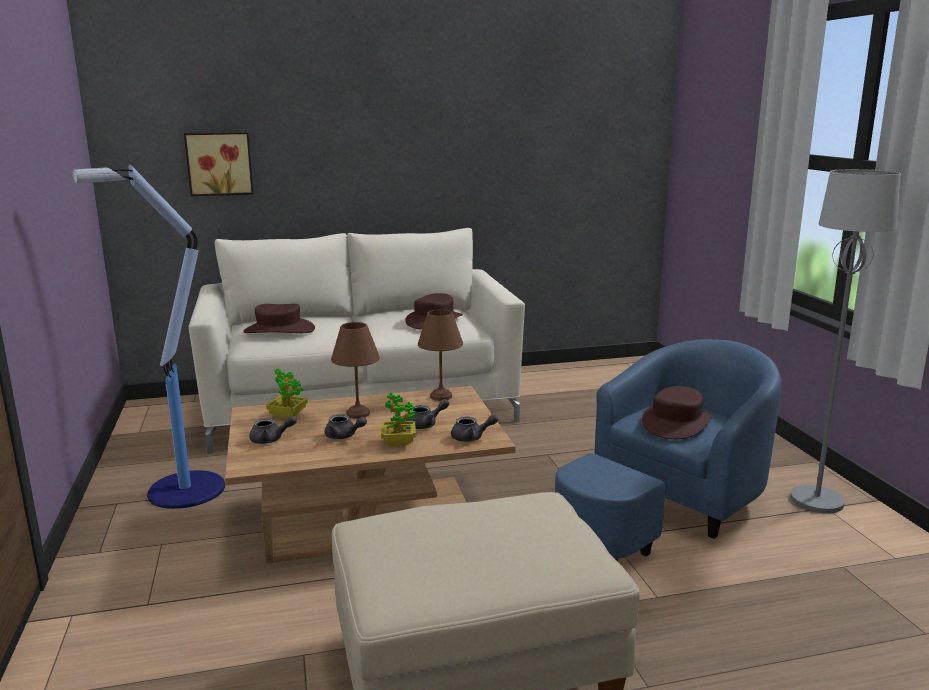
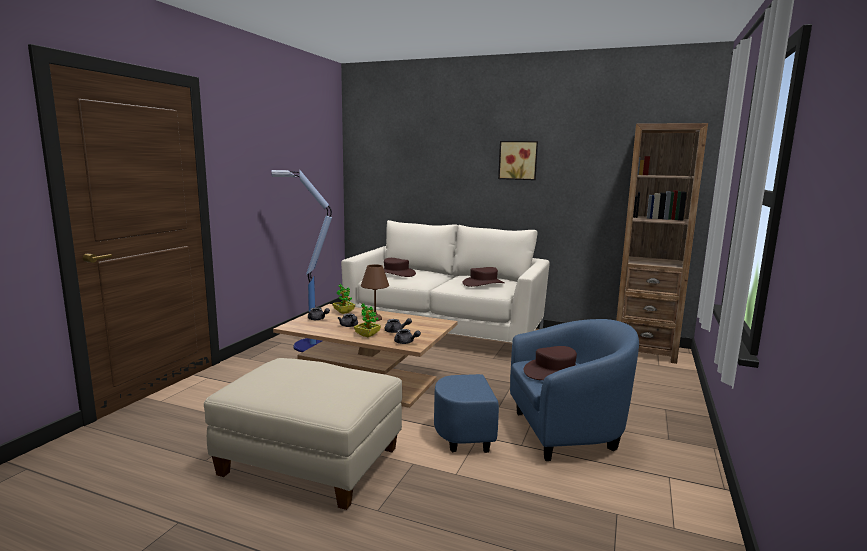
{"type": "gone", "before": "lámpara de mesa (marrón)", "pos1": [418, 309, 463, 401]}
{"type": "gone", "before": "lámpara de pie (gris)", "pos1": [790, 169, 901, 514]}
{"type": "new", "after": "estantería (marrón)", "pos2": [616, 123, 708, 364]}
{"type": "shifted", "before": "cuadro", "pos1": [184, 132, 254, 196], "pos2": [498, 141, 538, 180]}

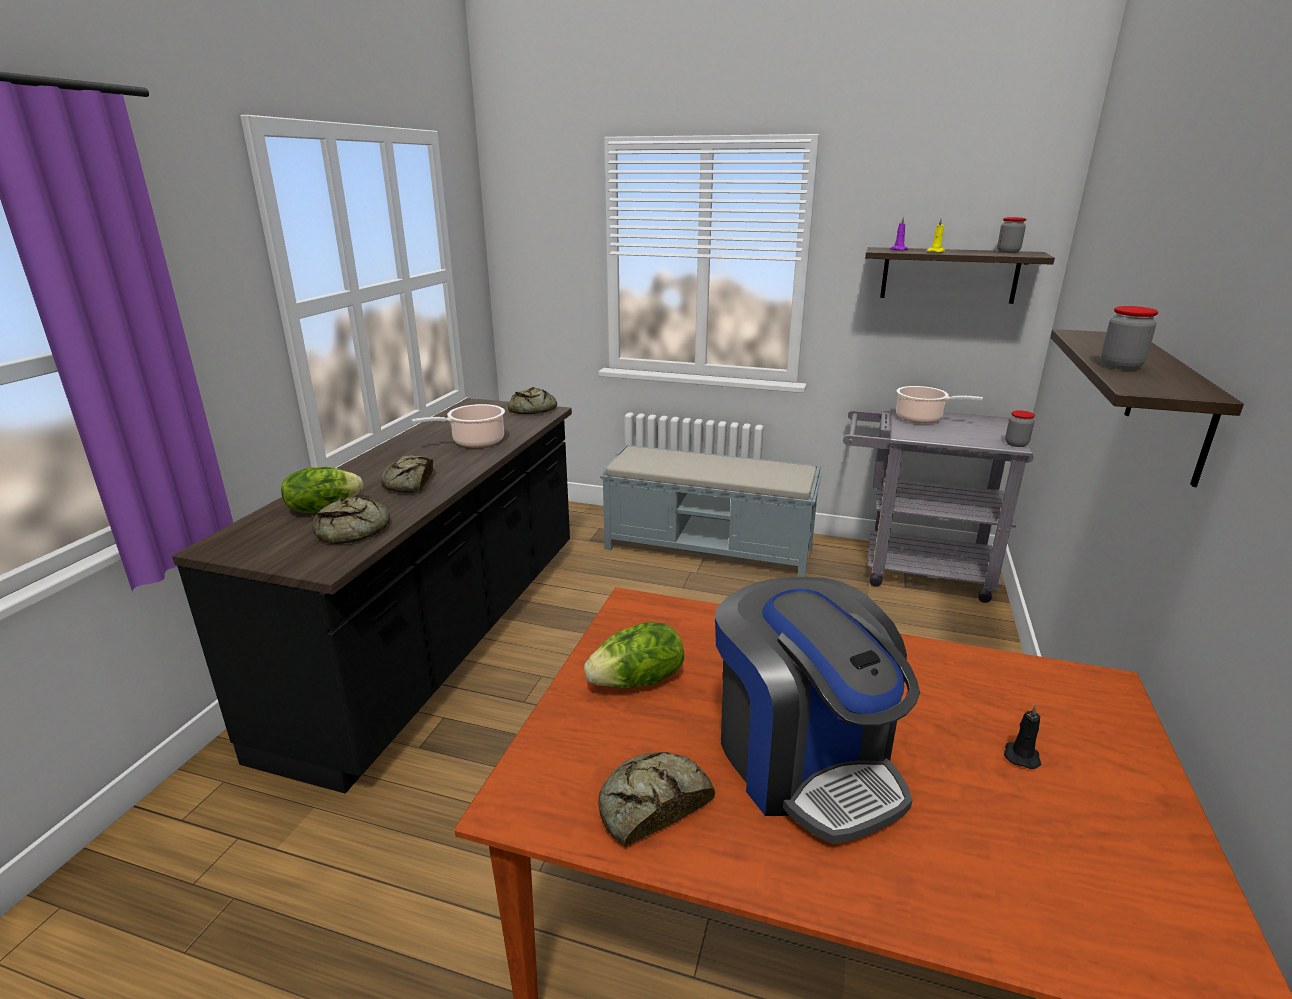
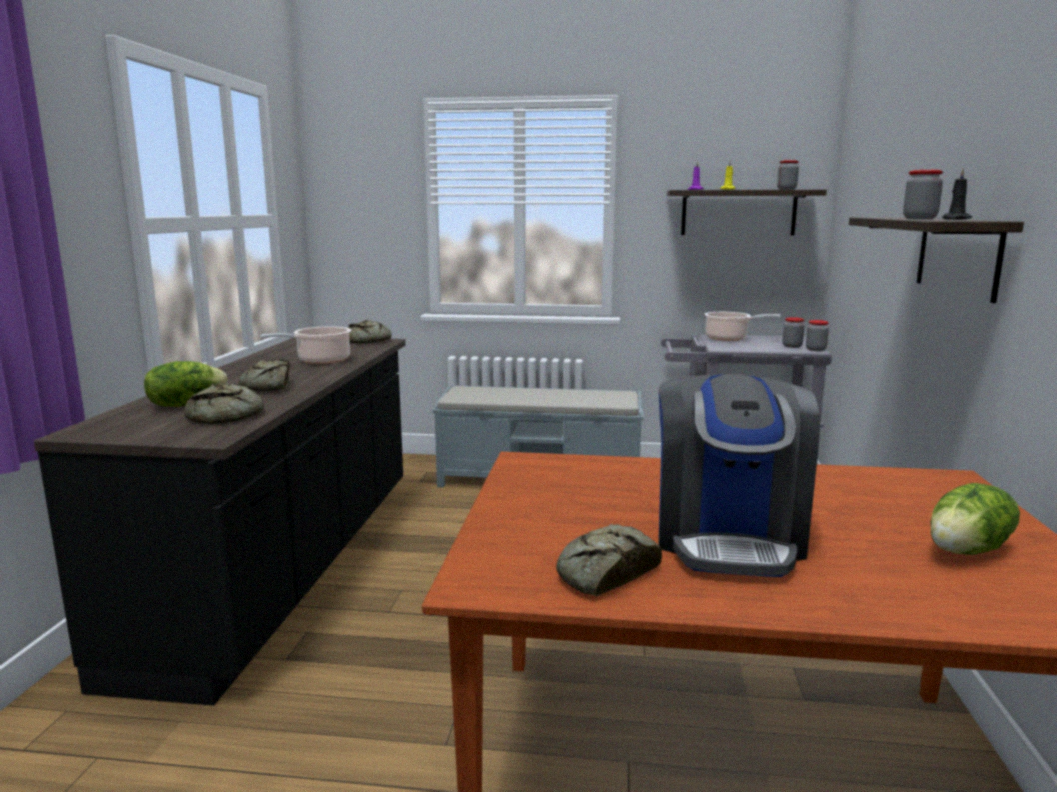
{"type": "new", "after": "tarro", "pos2": [783, 317, 805, 348]}
{"type": "shifted", "before": "lechuga", "pos1": [584, 622, 684, 689], "pos2": [930, 483, 1020, 555]}
{"type": "shifted", "before": "vela (negro)", "pos1": [1004, 704, 1041, 769], "pos2": [942, 169, 972, 220]}
{"type": "rotated", "before": "cafetera", "pos1": [715, 577, 920, 844], "pos2": [659, 374, 820, 577], "turn": 45}

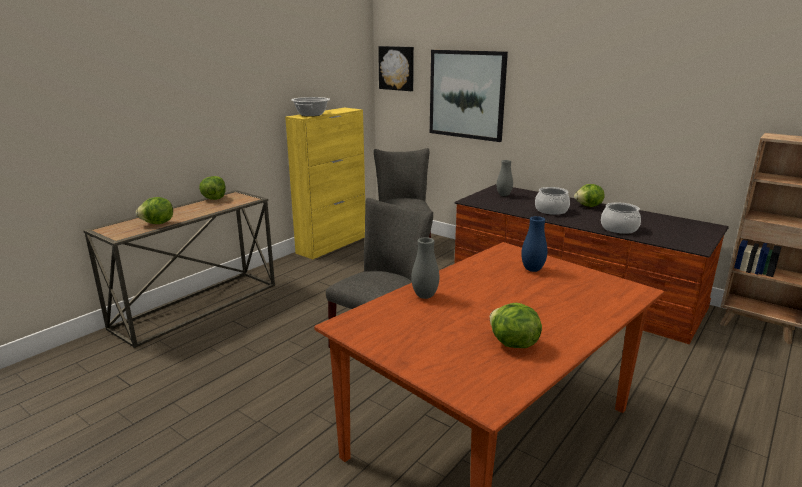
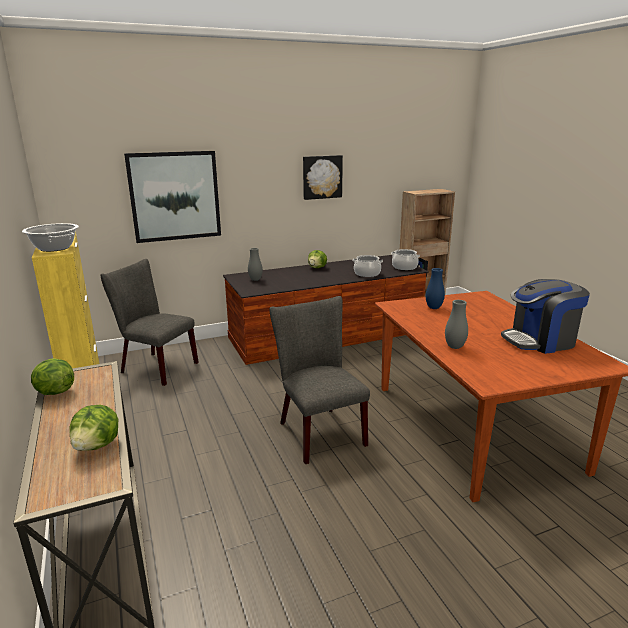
{"type": "shifted", "before": "cuadro", "pos1": [378, 46, 414, 91], "pos2": [303, 155, 343, 200]}
{"type": "shifted", "before": "olla", "pos1": [535, 187, 570, 215], "pos2": [391, 249, 420, 270]}
{"type": "swapped", "before": "lechuga", "after": "cafetera", "pos1": [490, 303, 542, 348], "pos2": [501, 279, 590, 354]}

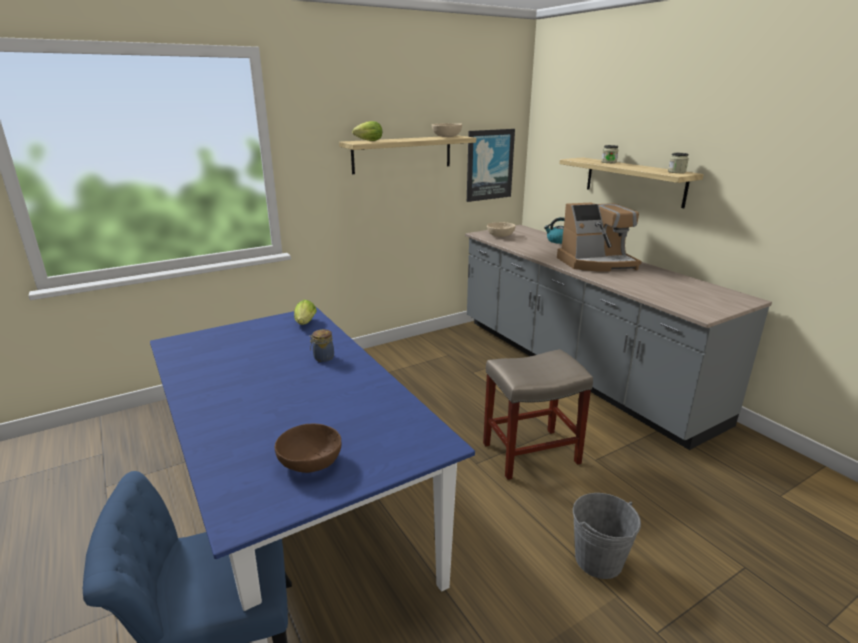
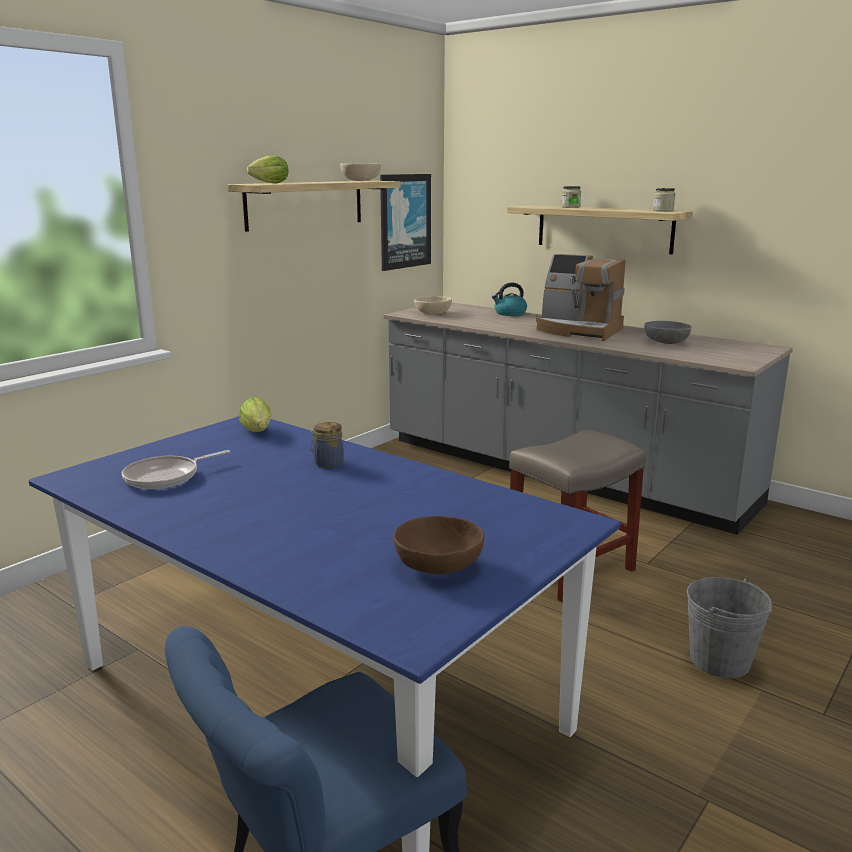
{"type": "new", "after": "sartén", "pos2": [122, 450, 230, 489]}
{"type": "new", "after": "cuenco (gris)", "pos2": [644, 321, 691, 344]}
{"type": "rotated", "before": "cafetera", "pos1": [557, 203, 642, 272], "pos2": [536, 254, 626, 341], "turn": 60}

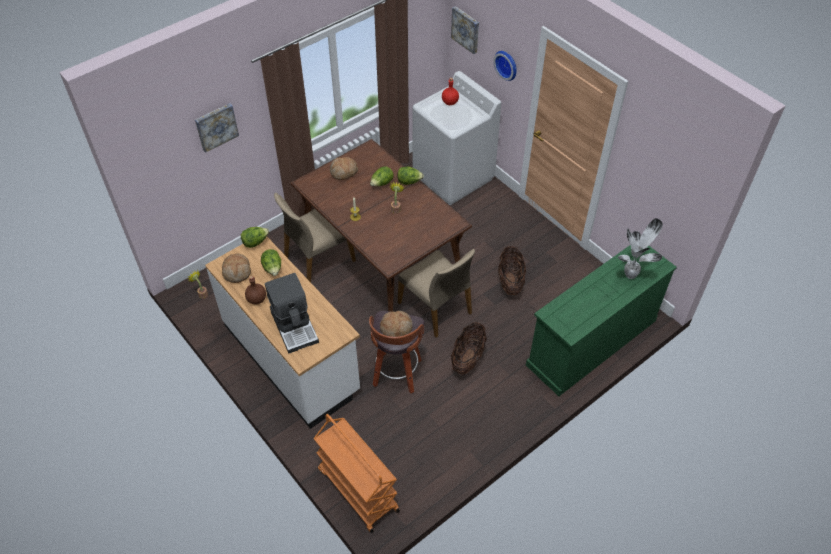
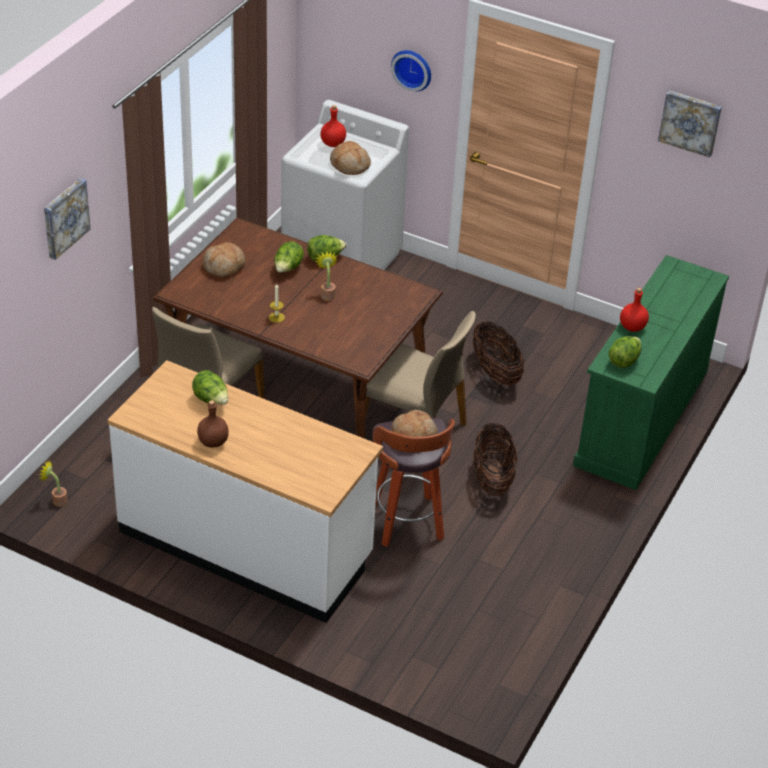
{"type": "gone", "before": "cafetera", "pos1": [265, 273, 319, 353]}
{"type": "gone", "before": "carrito (naranja)", "pos1": [314, 414, 400, 533]}
{"type": "gone", "before": "planta en maceta", "pos1": [618, 218, 663, 279]}
{"type": "new", "after": "botella (rojo)", "pos2": [620, 288, 649, 332]}
{"type": "shifted", "before": "pan", "pos1": [222, 253, 251, 283], "pos2": [330, 141, 371, 175]}
{"type": "shifted", "before": "lechuga", "pos1": [241, 227, 269, 248], "pos2": [609, 336, 641, 368]}
{"type": "shifted", "before": "cuadro", "pos1": [451, 6, 479, 54], "pos2": [658, 90, 722, 157]}

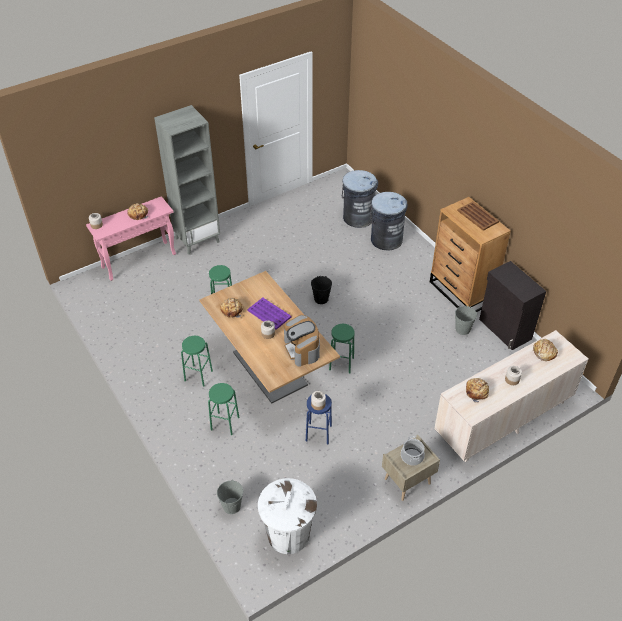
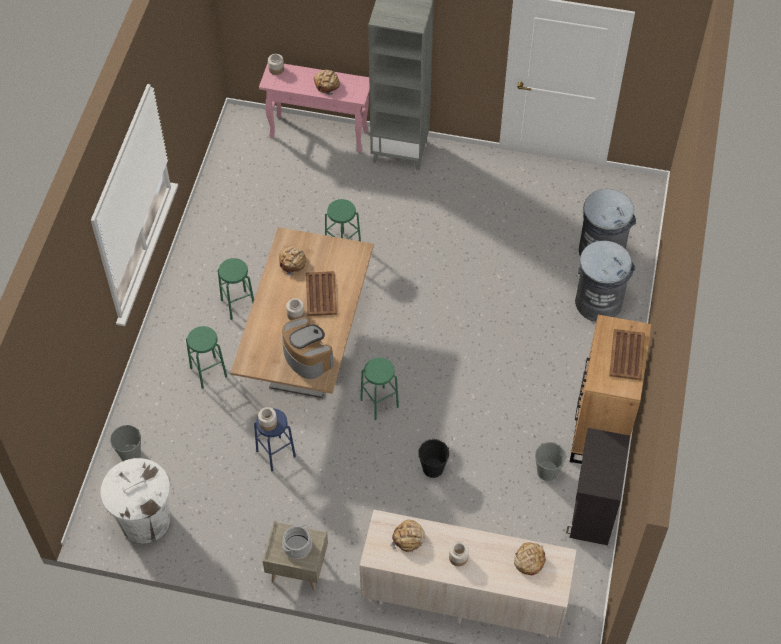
{"type": "shifted", "before": "cubo (negro)", "pos1": [311, 276, 332, 304], "pos2": [418, 439, 449, 478]}
{"type": "repainted", "before": "bandeja (morado)", "after": "bandeja (marrón)", "pos1": [247, 297, 291, 330], "pos2": [306, 271, 337, 316]}
{"type": "rotated", "before": "cafetera", "pos1": [284, 315, 320, 367], "pos2": [282, 317, 334, 379], "turn": 120}

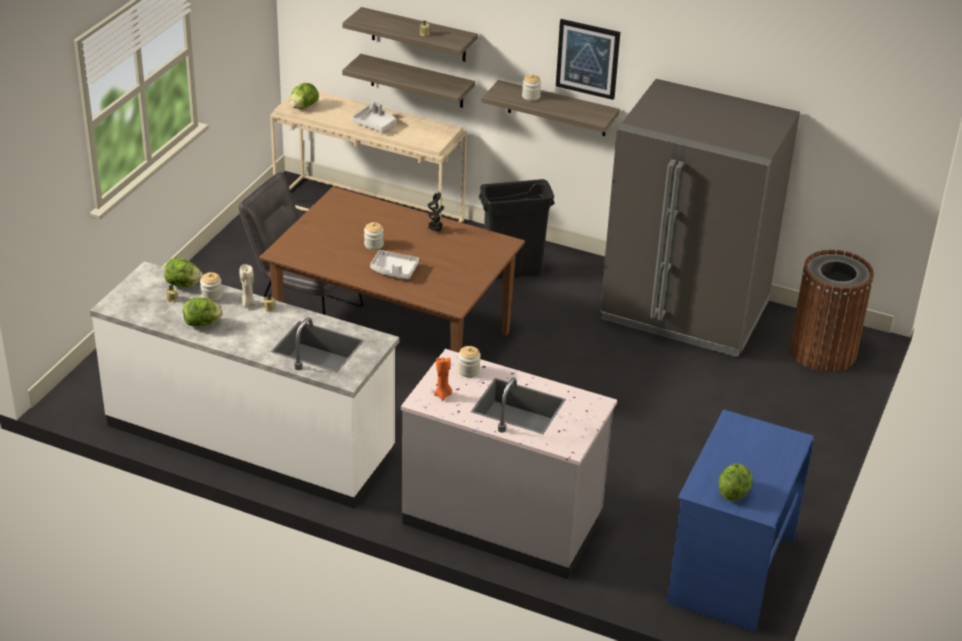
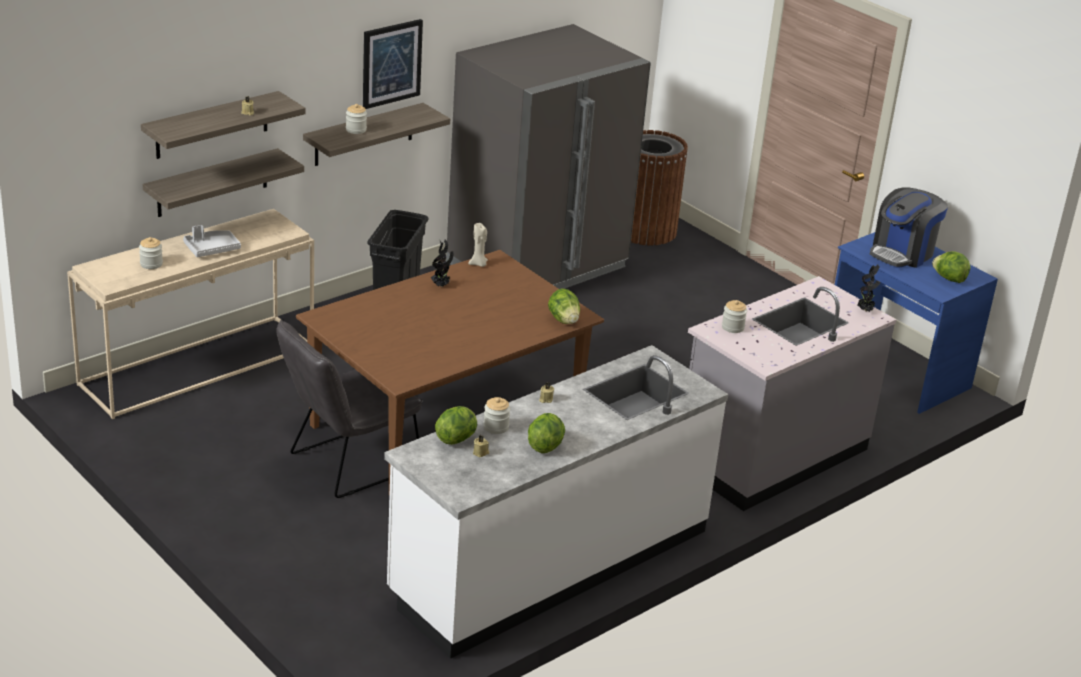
{"type": "gone", "before": "bandeja (gris)", "pos1": [370, 250, 419, 279]}
{"type": "gone", "before": "vela (naranja)", "pos1": [434, 357, 452, 401]}
{"type": "new", "after": "planta en maceta", "pos2": [858, 265, 880, 312]}
{"type": "new", "after": "cafetera", "pos2": [870, 187, 948, 268]}
{"type": "shifted", "before": "vela (beis)", "pos1": [240, 264, 257, 308], "pos2": [469, 223, 488, 267]}
{"type": "shifted", "before": "lechuga", "pos1": [290, 83, 319, 109], "pos2": [548, 288, 580, 324]}
{"type": "shifted", "before": "tarro", "pos1": [364, 222, 384, 250], "pos2": [139, 237, 163, 269]}

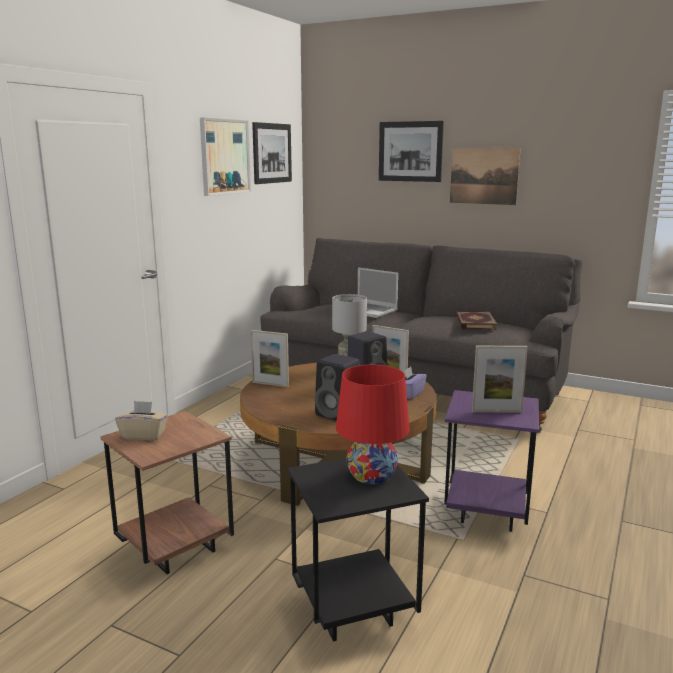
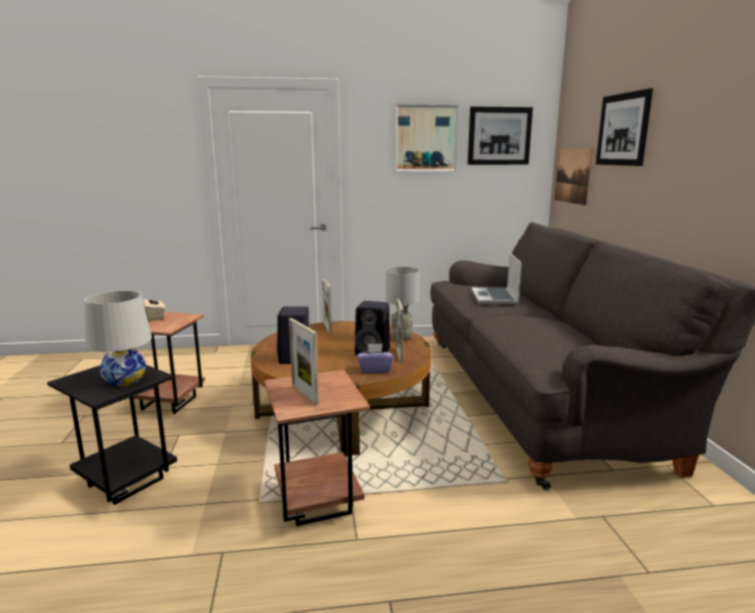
{"type": "gone", "before": "libro", "pos1": [456, 311, 497, 330]}
{"type": "shifted", "before": "cuadro", "pos1": [450, 148, 521, 205], "pos2": [555, 149, 593, 206]}
{"type": "repainted", "before": "lámpara de mesa (rojo)", "after": "lámpara de mesa (blanco)", "pos1": [336, 365, 410, 484], "pos2": [84, 291, 152, 387]}
{"type": "repainted", "before": "mesa auxiliar (morado)", "after": "mesa auxiliar (marrón)", "pos1": [444, 390, 539, 532], "pos2": [264, 370, 370, 526]}

